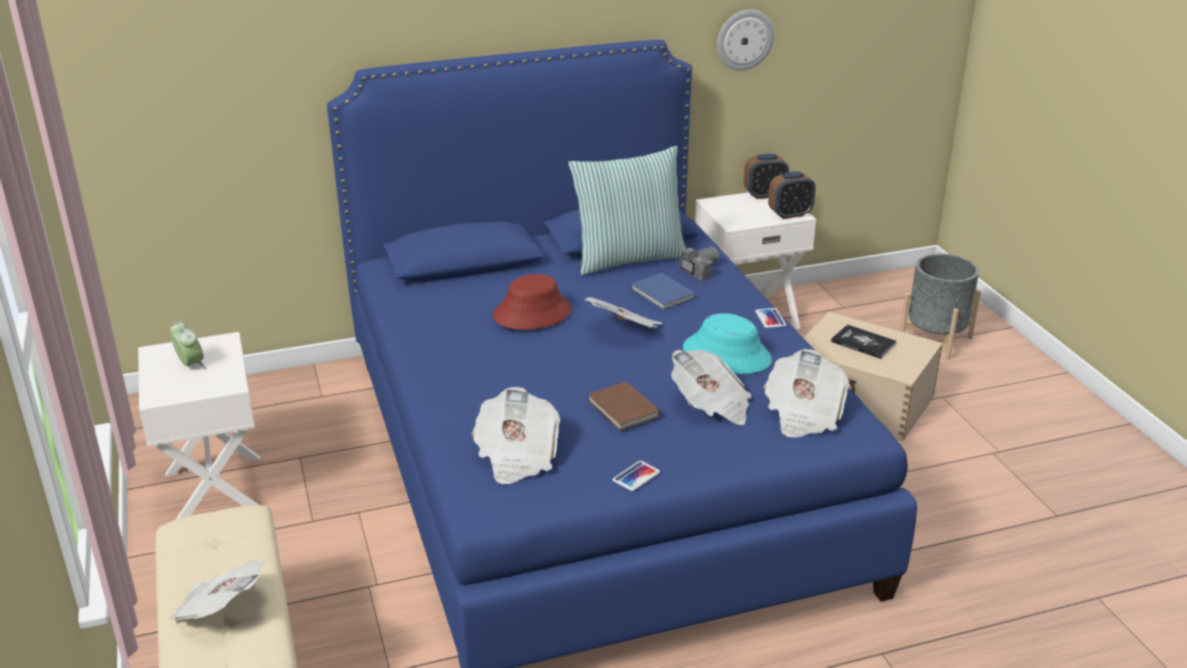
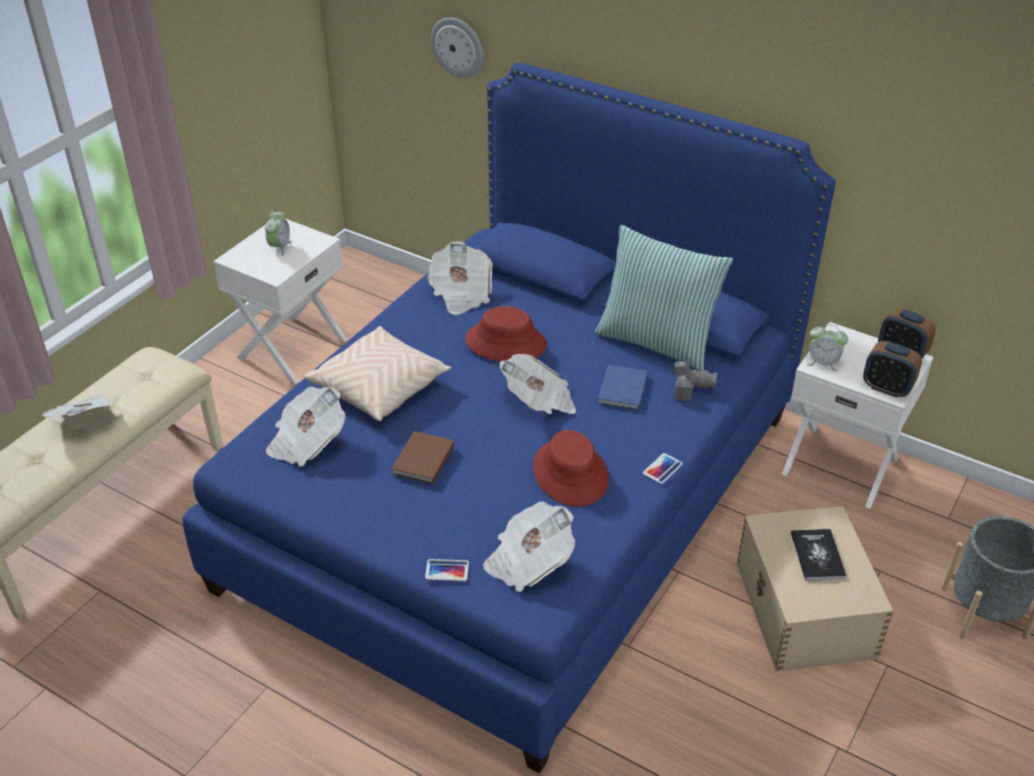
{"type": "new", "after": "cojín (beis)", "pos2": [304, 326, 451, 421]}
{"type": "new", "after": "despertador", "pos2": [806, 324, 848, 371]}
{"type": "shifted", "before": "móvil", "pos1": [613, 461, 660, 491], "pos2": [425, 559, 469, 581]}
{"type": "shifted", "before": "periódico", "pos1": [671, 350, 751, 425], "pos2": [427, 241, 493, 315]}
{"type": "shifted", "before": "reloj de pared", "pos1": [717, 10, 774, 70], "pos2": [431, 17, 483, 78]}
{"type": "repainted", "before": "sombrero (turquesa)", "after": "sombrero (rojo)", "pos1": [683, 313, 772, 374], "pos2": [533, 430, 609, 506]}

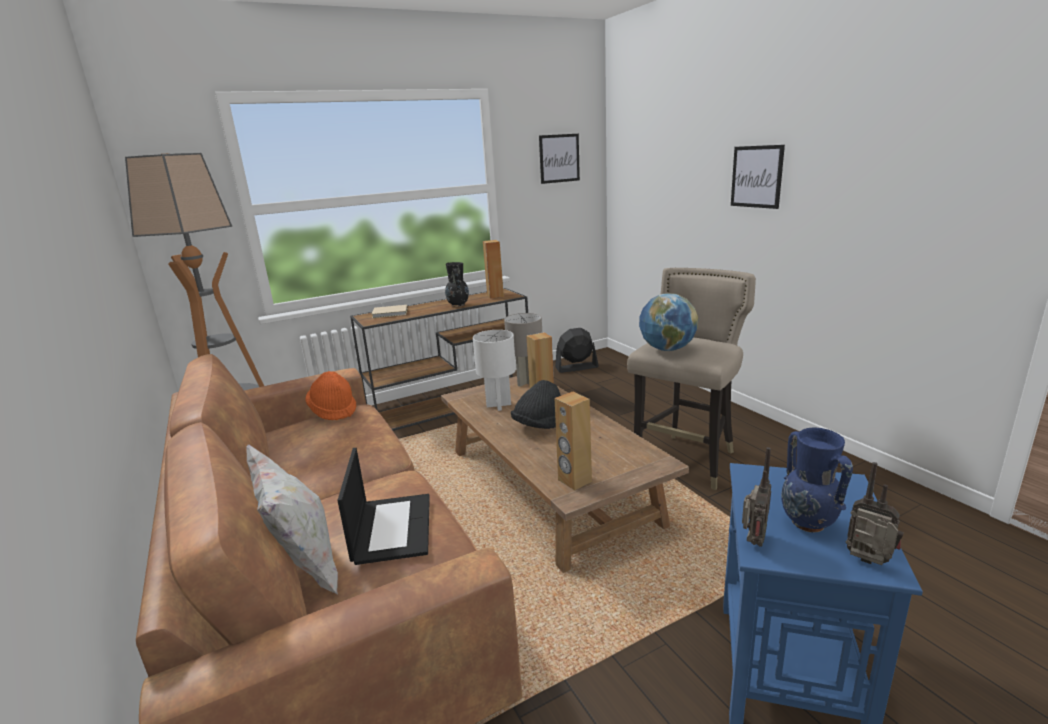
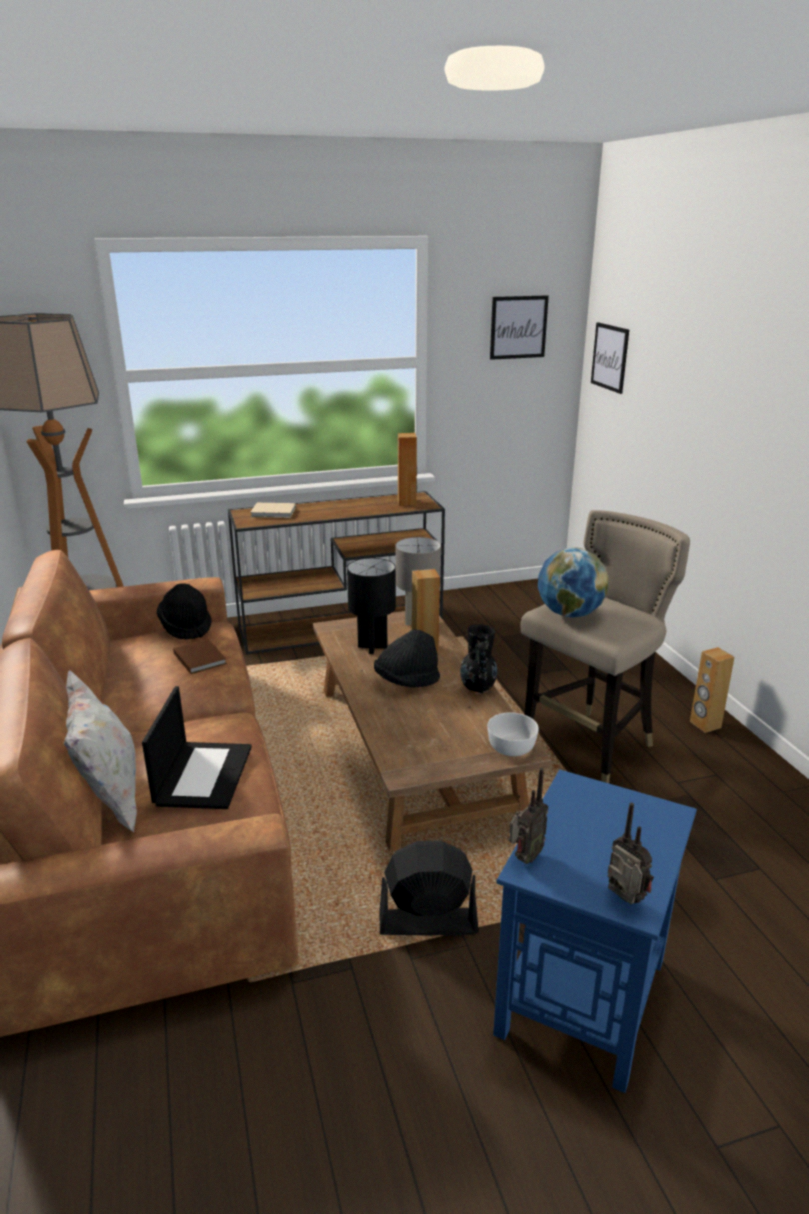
{"type": "gone", "before": "florero (azul)", "pos1": [781, 428, 853, 533]}
{"type": "new", "after": "libro (marrón)", "pos2": [173, 639, 227, 674]}
{"type": "new", "after": "cuenco (blanco)", "pos2": [487, 713, 539, 756]}
{"type": "shifted", "before": "florero (negro)", "pos1": [445, 262, 469, 307], "pos2": [460, 624, 497, 694]}
{"type": "shifted", "before": "ventilador (negro)", "pos1": [555, 328, 598, 373], "pos2": [380, 841, 479, 937]}
{"type": "shifted", "before": "altavoz (marrón)", "pos1": [555, 392, 592, 491], "pos2": [690, 647, 734, 733]}
{"type": "shifted", "before": "cuadro", "pos1": [731, 145, 785, 209], "pos2": [591, 322, 629, 394]}
{"type": "repainted", "before": "sombrero (naranja)", "after": "sombrero (negro)", "pos1": [305, 371, 356, 420], "pos2": [157, 583, 212, 640]}
{"type": "repainted", "before": "lámpara de mesa (blanco)", "after": "lámpara de mesa (negro)", "pos1": [473, 330, 516, 411], "pos2": [347, 558, 396, 654]}

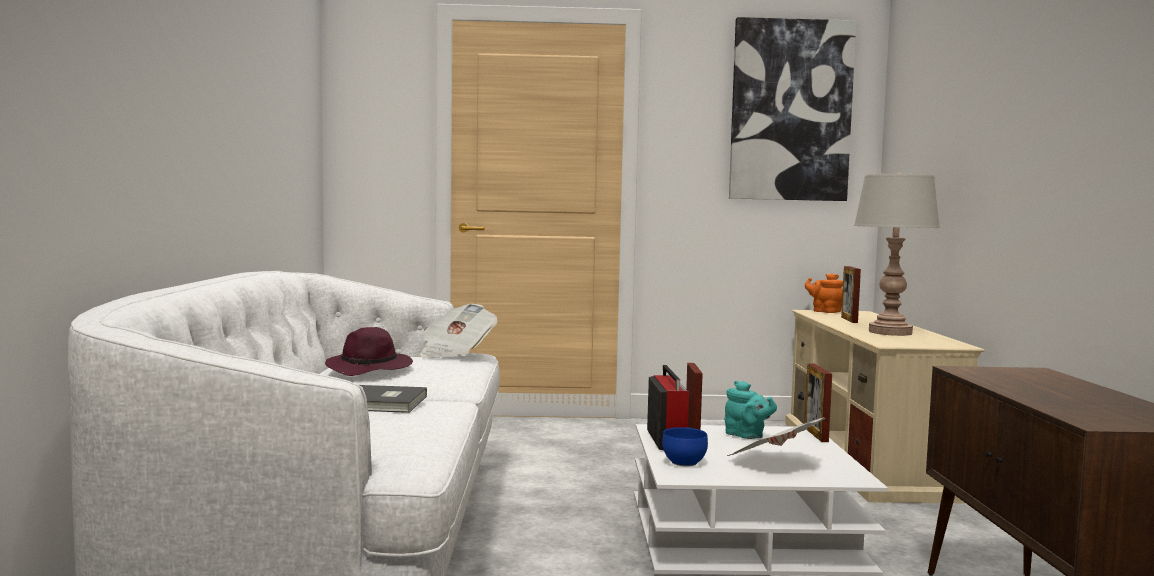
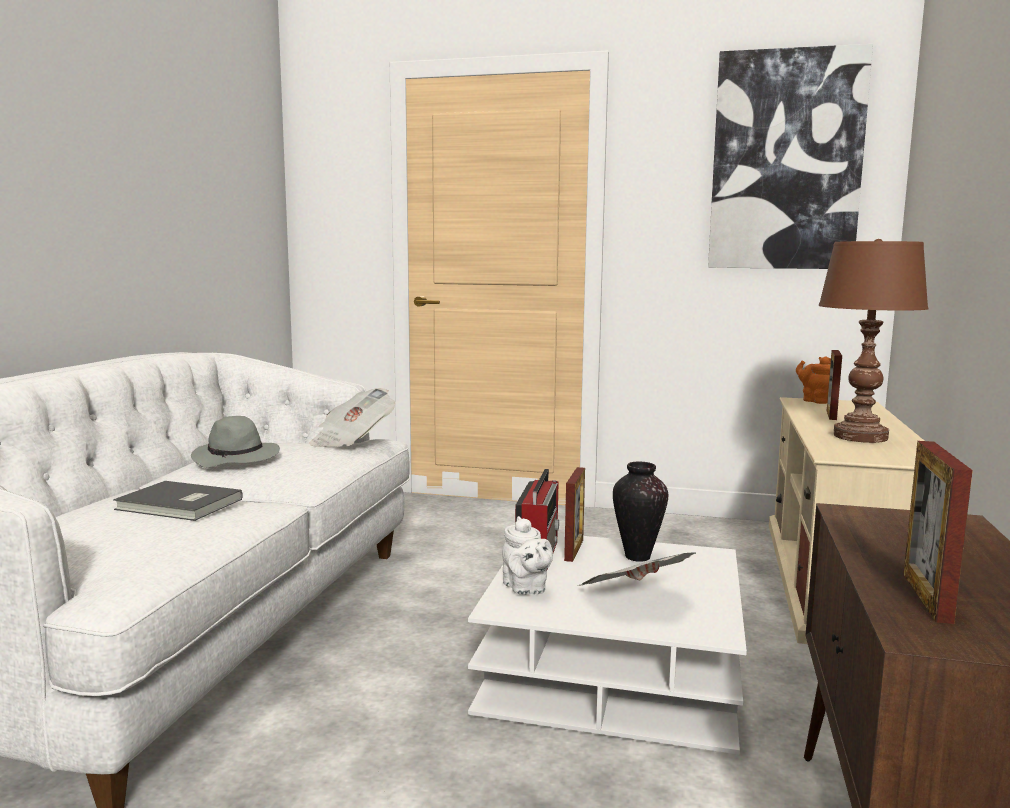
{"type": "shifted", "before": "portarretratos", "pos1": [805, 363, 832, 442], "pos2": [903, 441, 973, 624]}
{"type": "swapped", "before": "cuenco (azul)", "after": "tetera (blanco)", "pos1": [662, 427, 708, 466], "pos2": [502, 516, 553, 595]}
{"type": "swapped", "before": "tetera (turquesa)", "after": "florero", "pos1": [724, 381, 777, 439], "pos2": [613, 462, 668, 562]}
{"type": "repainted", "before": "sombrero (morado)", "after": "sombrero (gris)", "pos1": [325, 327, 413, 376], "pos2": [191, 416, 280, 468]}
{"type": "repainted", "before": "lámpara de mesa (gris)", "after": "lámpara de mesa (marrón)", "pos1": [854, 173, 940, 336], "pos2": [818, 239, 928, 443]}

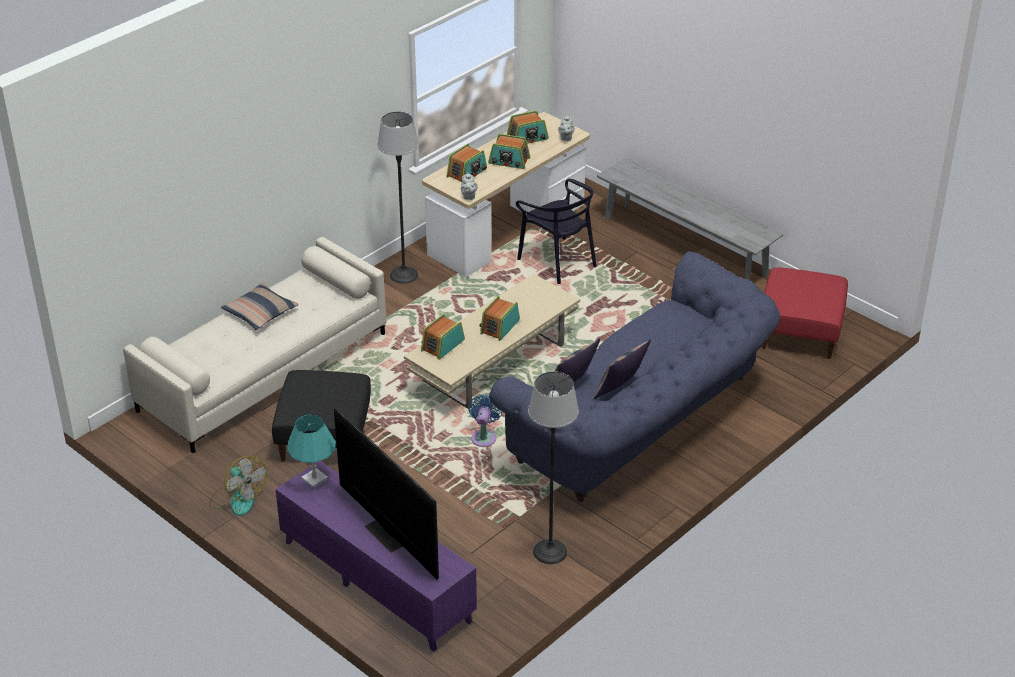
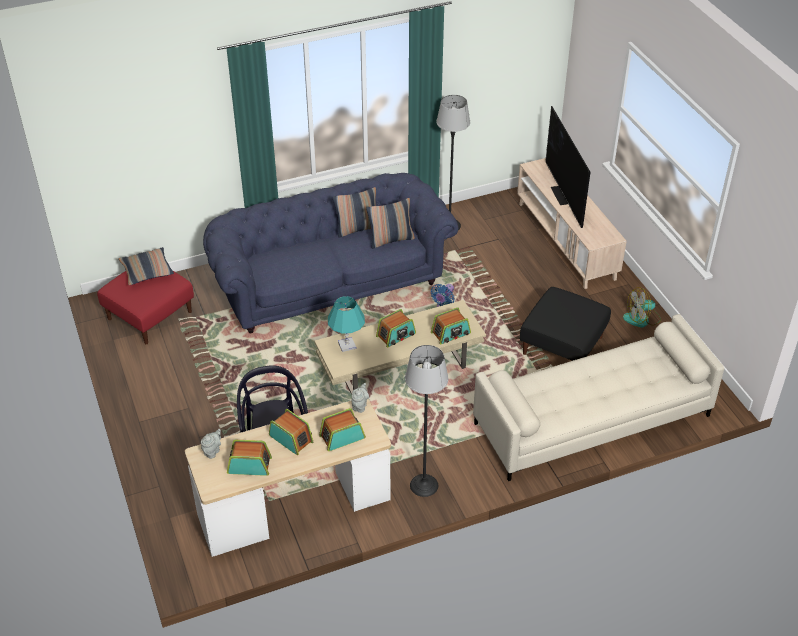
{"type": "gone", "before": "banco (gris)", "pos1": [597, 158, 784, 280]}
{"type": "shifted", "before": "cojín", "pos1": [221, 283, 299, 330], "pos2": [119, 247, 174, 285]}
{"type": "shifted", "before": "lámpara de mesa (turquesa)", "pos1": [287, 415, 336, 488], "pos2": [328, 296, 365, 352]}
{"type": "repainted", "before": "mueble de televisión (morado)", "after": "mueble de televisión (beis)", "pos1": [275, 461, 477, 652], "pos2": [517, 158, 627, 289]}
{"type": "rotated", "before": "ventilador", "pos1": [209, 456, 267, 516], "pos2": [623, 287, 661, 327], "turn": -90}

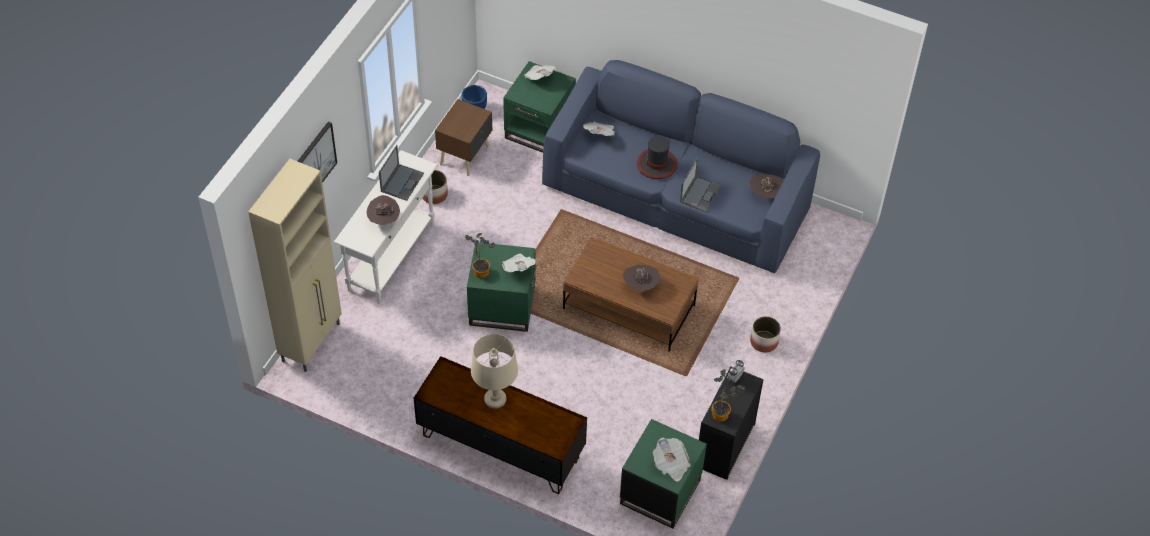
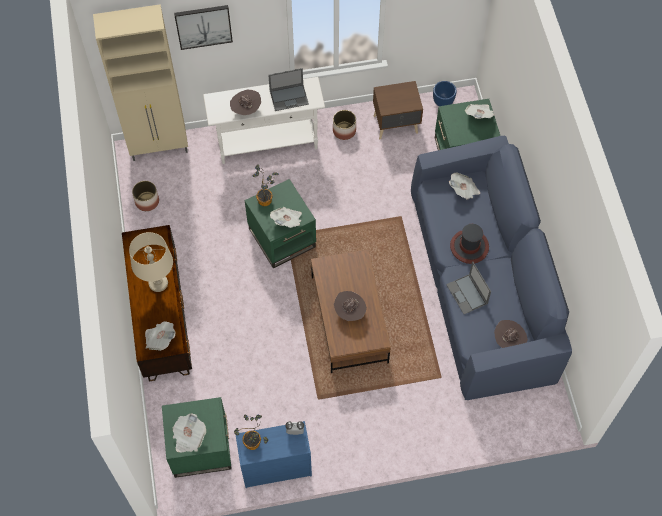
{"type": "new", "after": "periódico", "pos2": [145, 321, 175, 351]}
{"type": "shifted", "before": "maceta", "pos1": [750, 316, 781, 353], "pos2": [132, 181, 159, 211]}
{"type": "repainted", "before": "cómoda (negro)", "after": "cómoda (azul)", "pos1": [699, 366, 764, 480], "pos2": [235, 421, 312, 488]}
{"type": "rotated", "before": "portátil", "pos1": [680, 157, 721, 212], "pos2": [446, 262, 491, 314], "turn": 75}

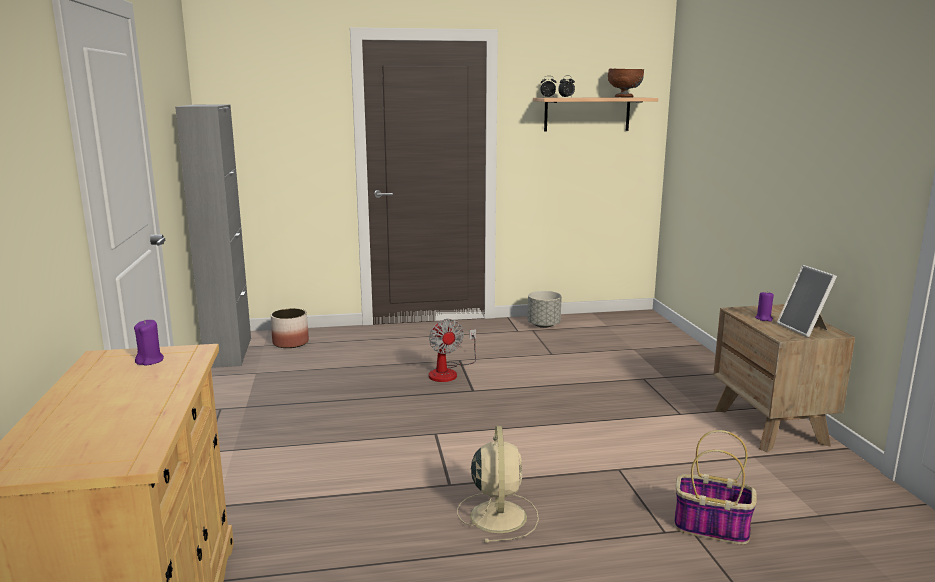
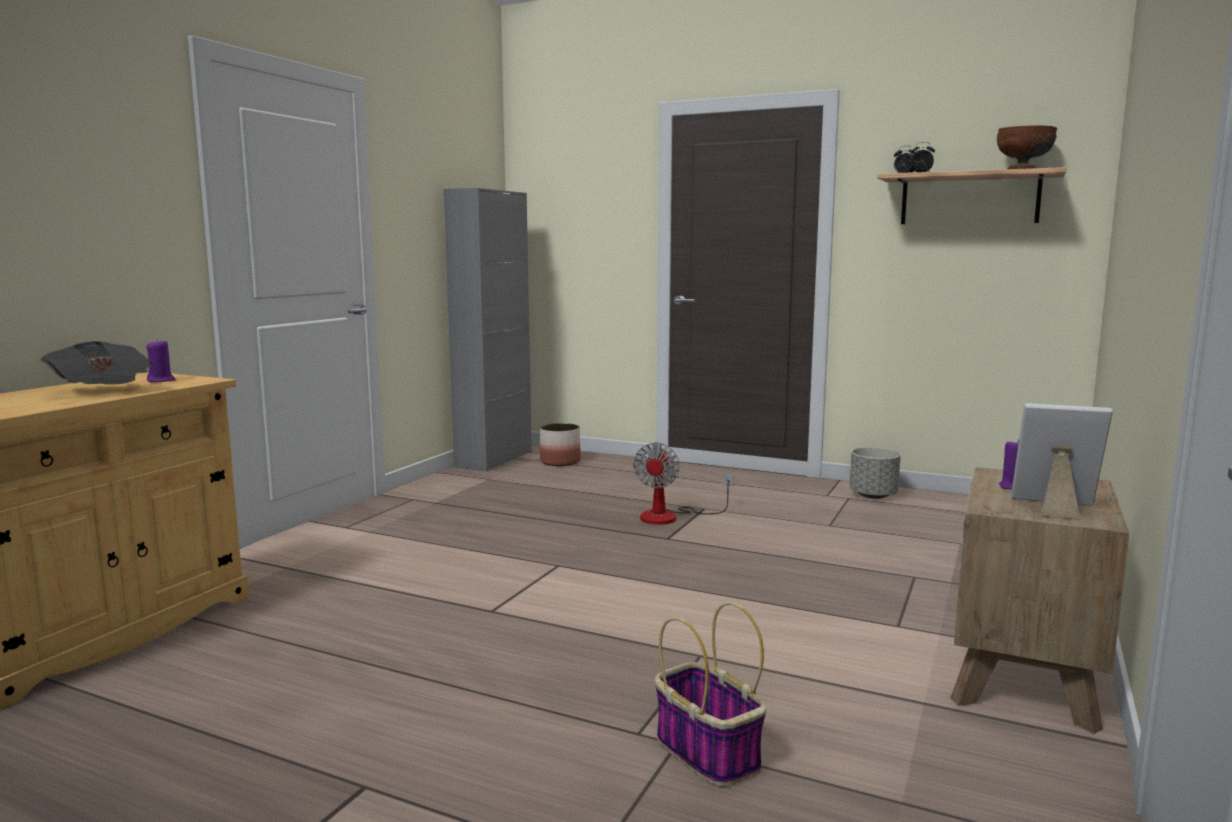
{"type": "gone", "before": "ventilador (beis)", "pos1": [457, 426, 539, 543]}
{"type": "new", "after": "periódico", "pos2": [41, 341, 152, 385]}
{"type": "rotated", "before": "portarretratos", "pos1": [777, 265, 837, 337], "pos2": [1011, 403, 1113, 520], "turn": 90}

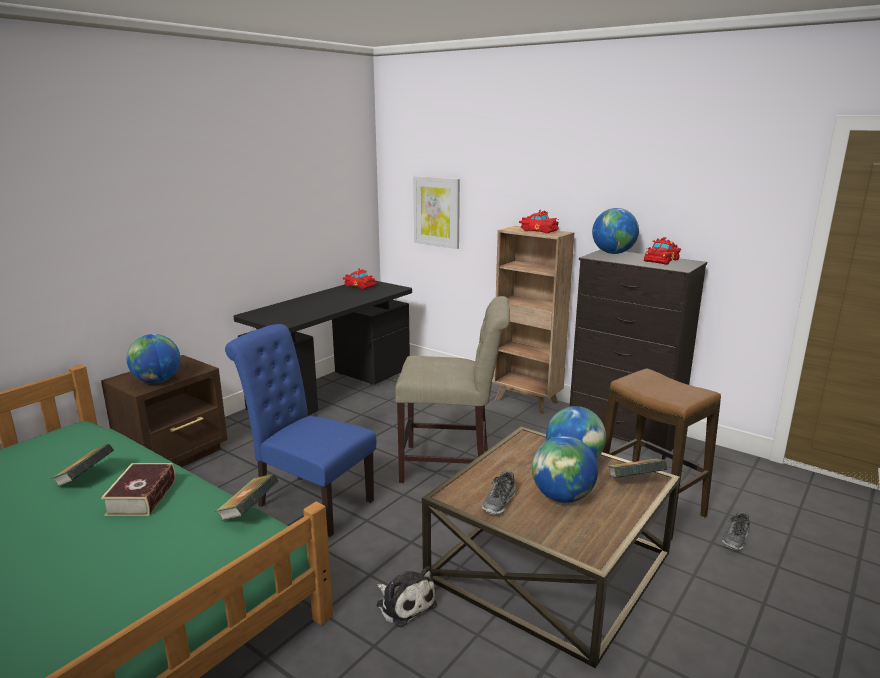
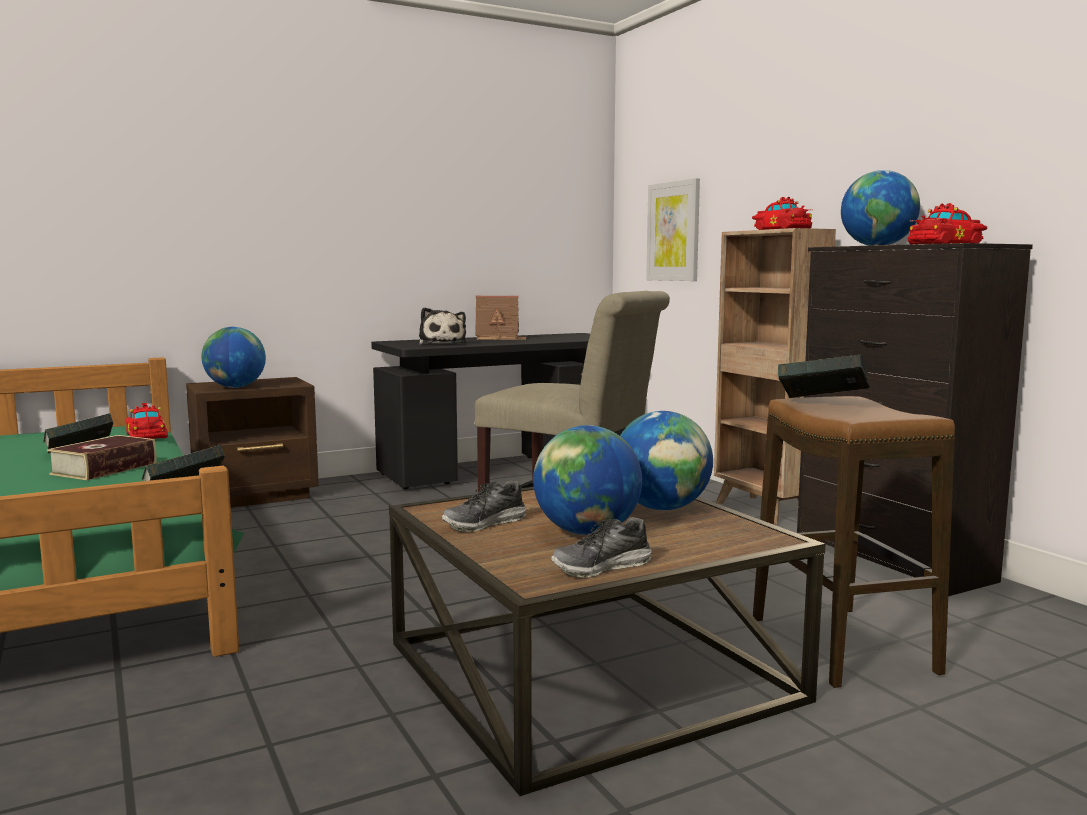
{"type": "gone", "before": "silla (azul)", "pos1": [225, 324, 377, 537]}
{"type": "new", "after": "casita", "pos2": [475, 295, 527, 340]}
{"type": "shifted", "before": "coche de juguete (rojo)", "pos1": [343, 268, 376, 289], "pos2": [125, 403, 168, 439]}
{"type": "shifted", "before": "peluche", "pos1": [376, 566, 437, 628], "pos2": [419, 307, 466, 344]}
{"type": "shifted", "before": "libro", "pos1": [607, 459, 668, 478], "pos2": [778, 355, 870, 398]}
{"type": "shifted", "before": "zapato", "pos1": [722, 512, 750, 550], "pos2": [551, 517, 652, 578]}

